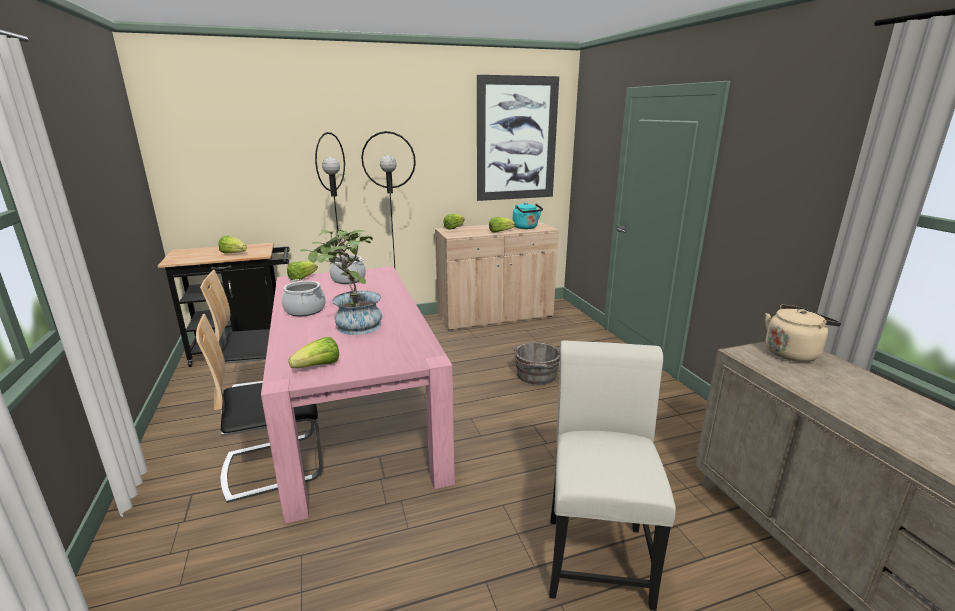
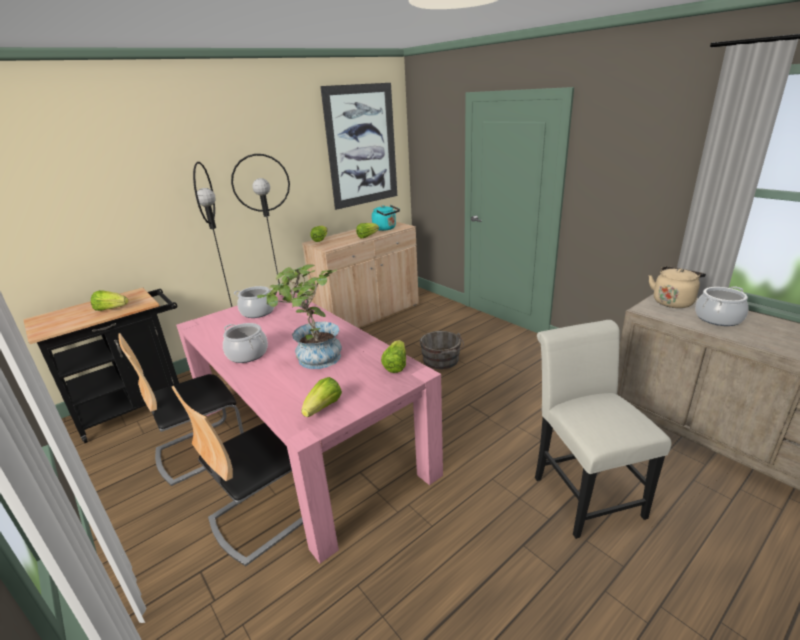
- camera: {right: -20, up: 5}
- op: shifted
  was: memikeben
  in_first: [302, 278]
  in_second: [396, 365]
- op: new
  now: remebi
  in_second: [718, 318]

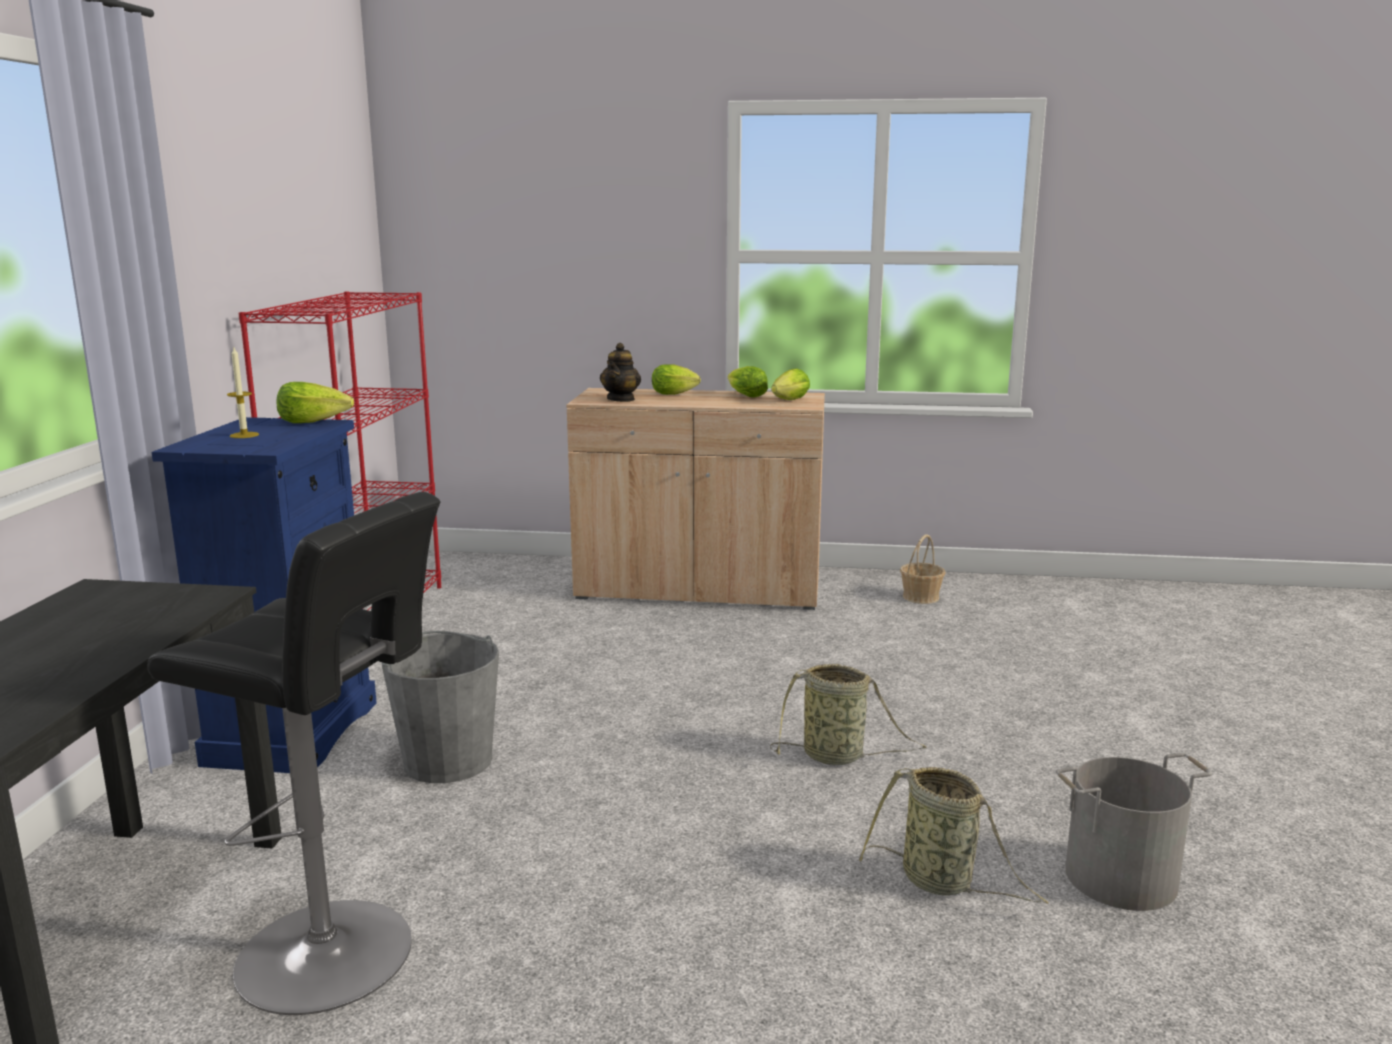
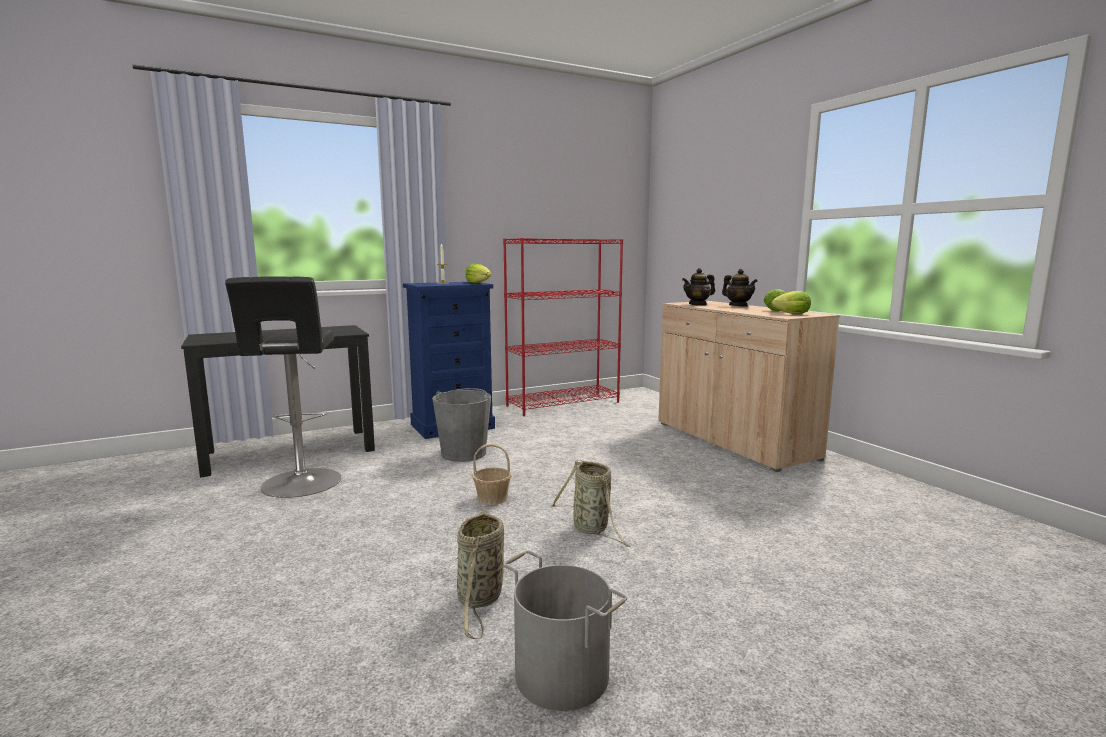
- camera: {right: 55, up: -5}
- op: swapped
  was: memikeben
  now: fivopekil
  in_first: [676, 394]
  in_second: [738, 306]
- op: shifted
  was: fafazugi
  in_first: [921, 597]
  in_second: [492, 498]

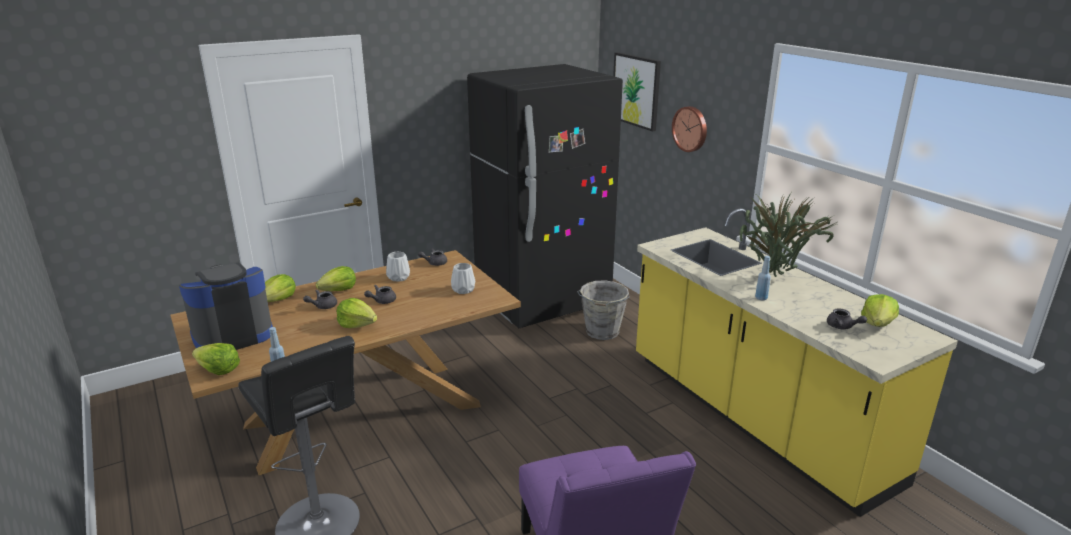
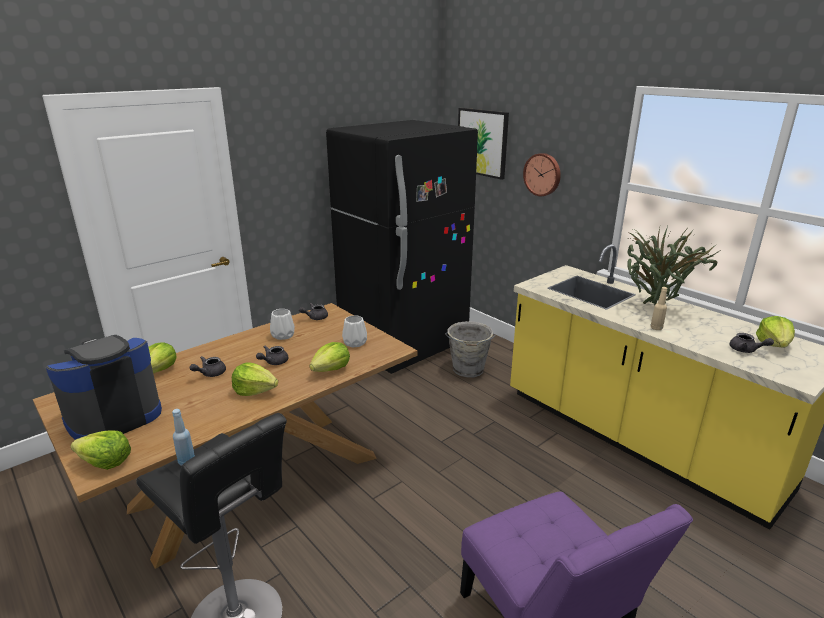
- camera: {right: -10, up: 0}
- op: shifted
  was: memikeben
  in_first: [339, 290]
  in_second: [331, 369]
- op: repainted
  was: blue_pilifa
  now: beige_pilifa
  in_first: [761, 298]
  in_second: [656, 328]

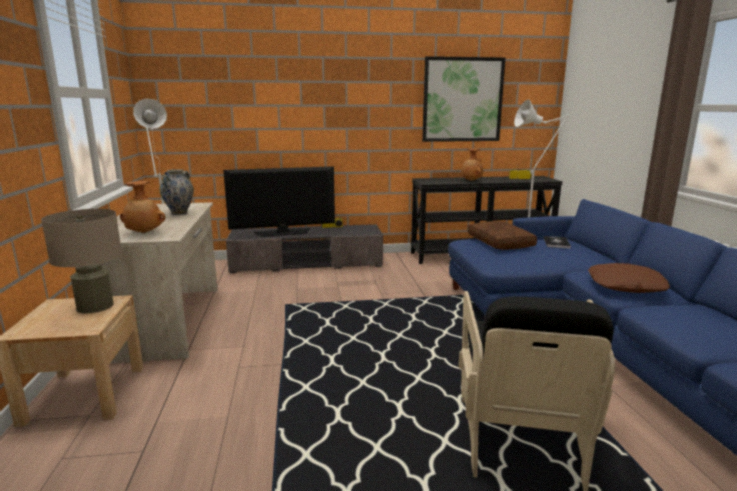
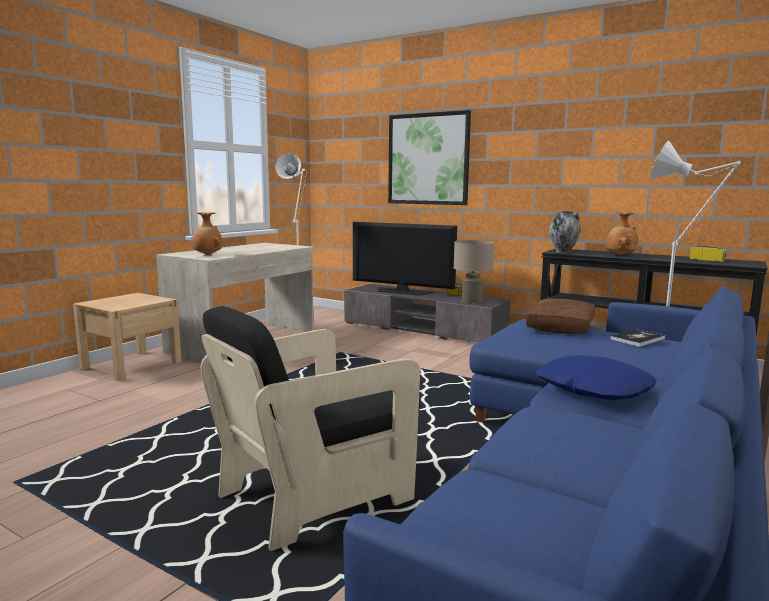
- camera: {right: 40, up: -5}
- op: shifted
  was: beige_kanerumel
  in_first: [95, 306]
  in_second: [472, 301]
- op: shifted
  was: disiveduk
  in_first: [179, 213]
  in_second: [563, 252]
- op: shifted
  was: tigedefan
  in_first: [462, 100]
  in_second: [428, 159]
- op: repainted
  was: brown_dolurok
  now: blue_dolurok
  in_first: [625, 286]
  in_second: [593, 389]

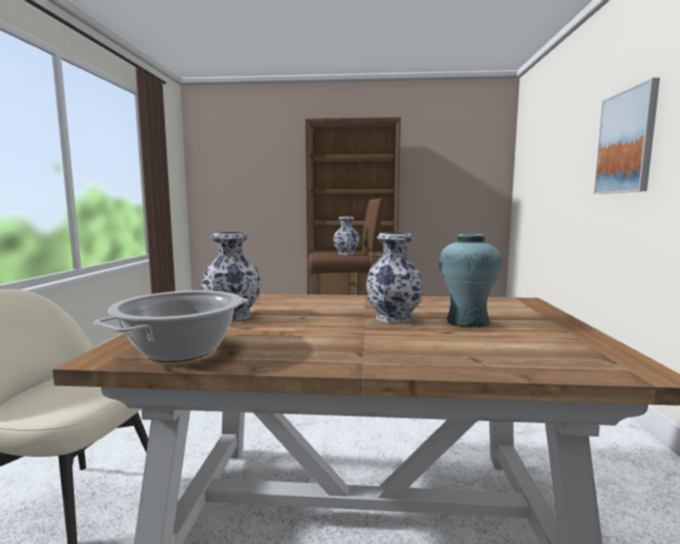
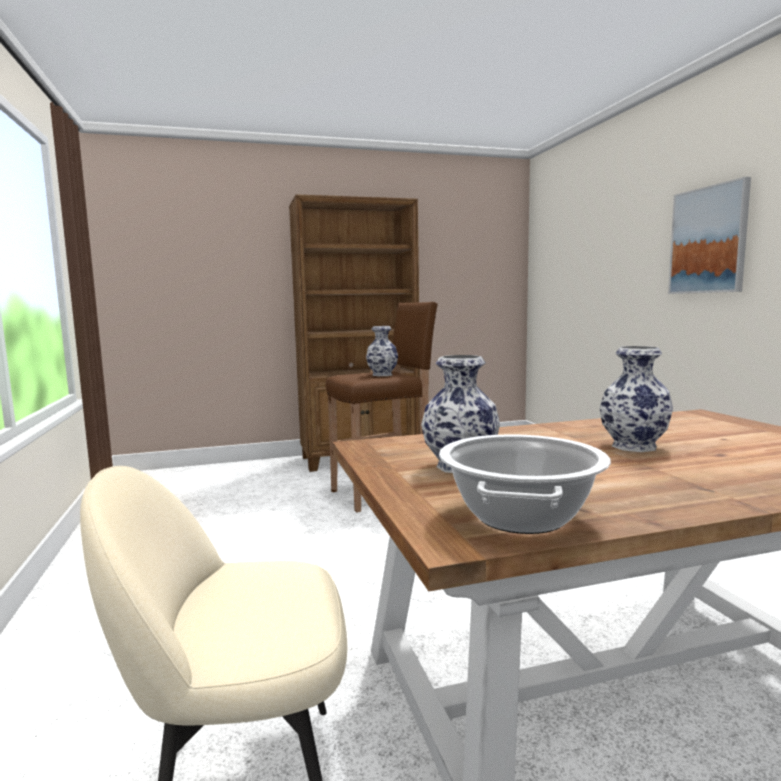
- camera: {right: -20, up: 0}
- op: gone
  was: turquoise_disiveduk
  in_first: [467, 322]

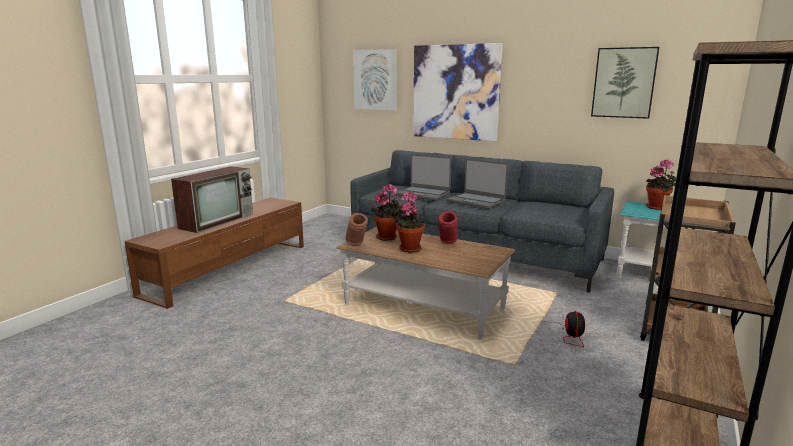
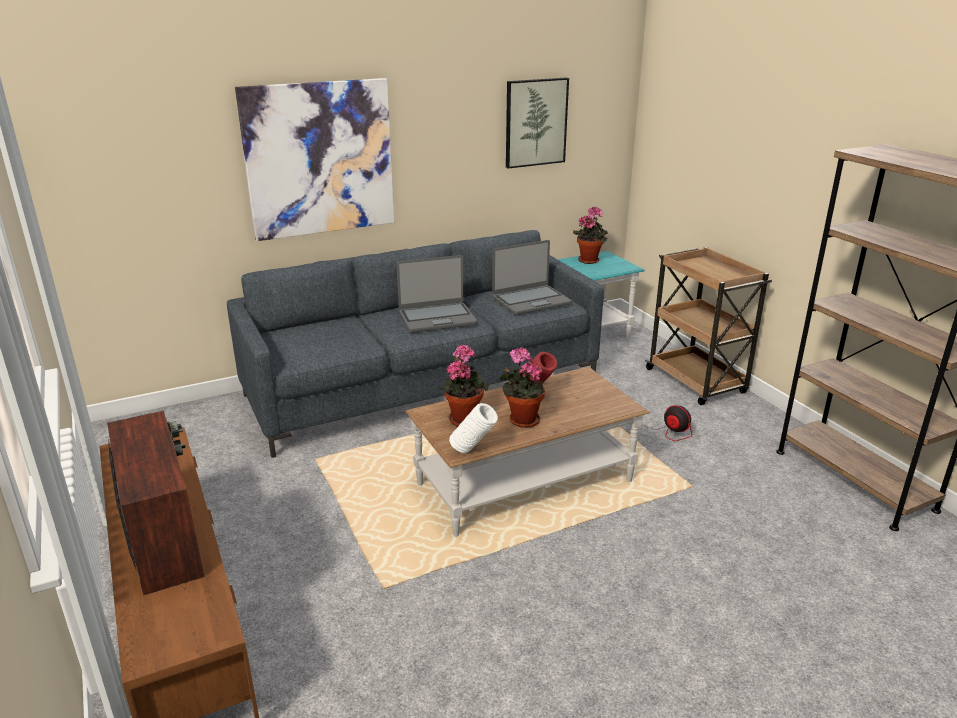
- camera: {right: -55, up: 10}
- op: repainted
  was: brown_disiveduk
  now: white_disiveduk
  in_first: [356, 246]
  in_second: [473, 451]
- op: gone
  was: tigedefan
  in_first: [375, 80]
- op: shifted
  was: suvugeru
  in_first: [423, 194]
  in_second: [531, 301]

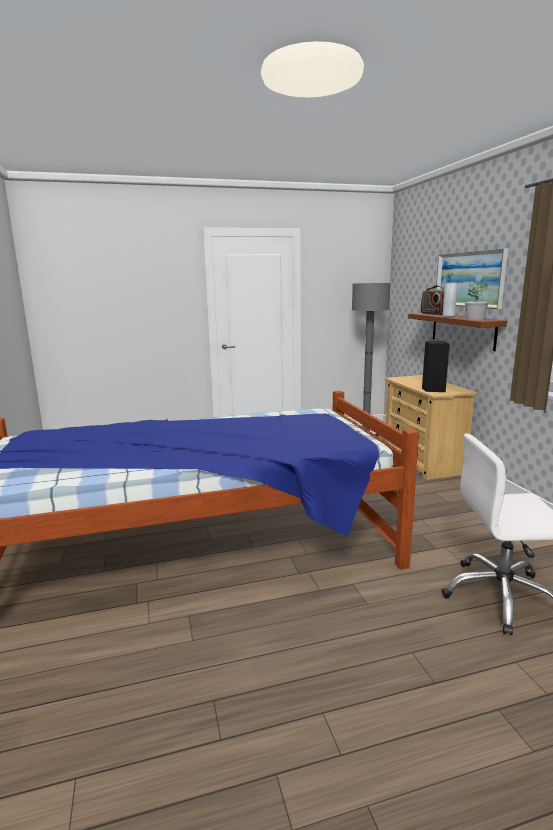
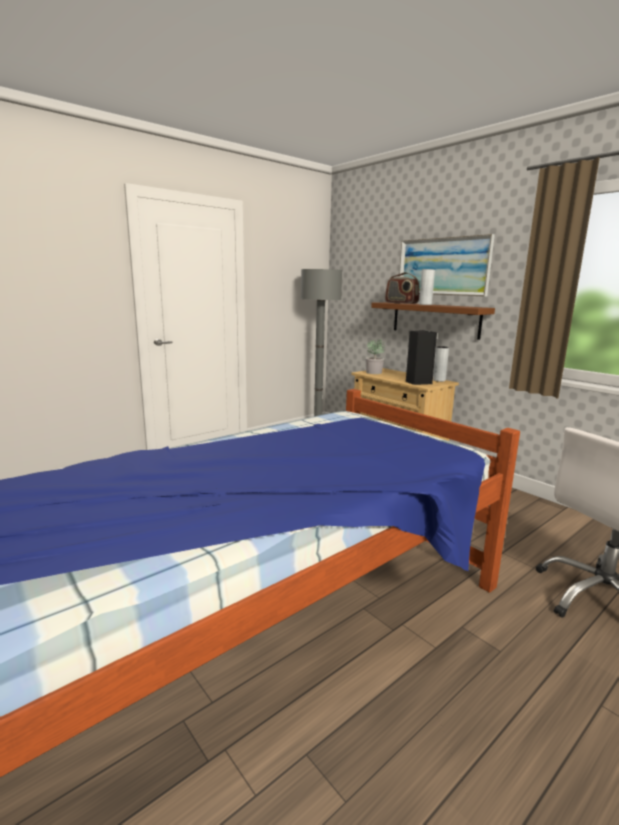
- camera: {right: -25, up: 0}
- op: shifted
  was: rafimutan
  in_first: [475, 319]
  in_second: [374, 372]
- op: new
  now: grey_disiveduk
  in_second: [439, 380]

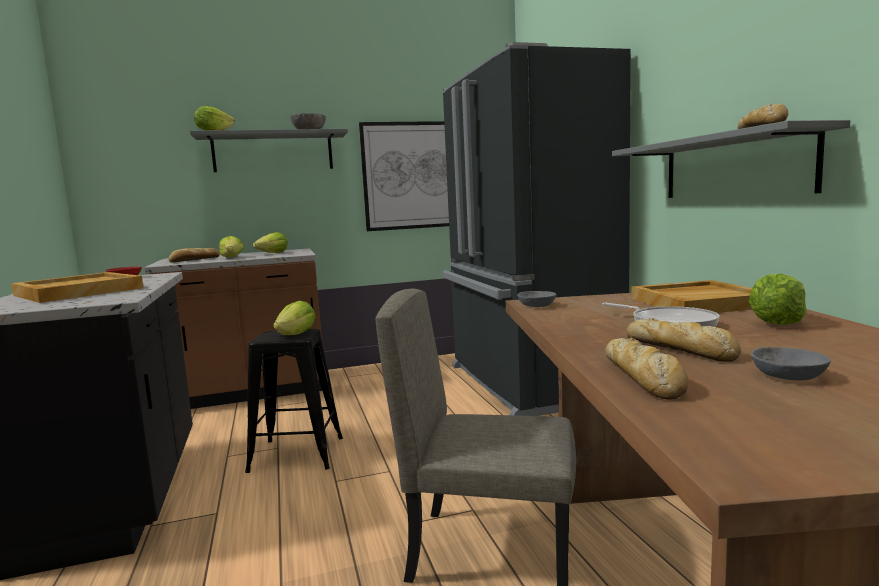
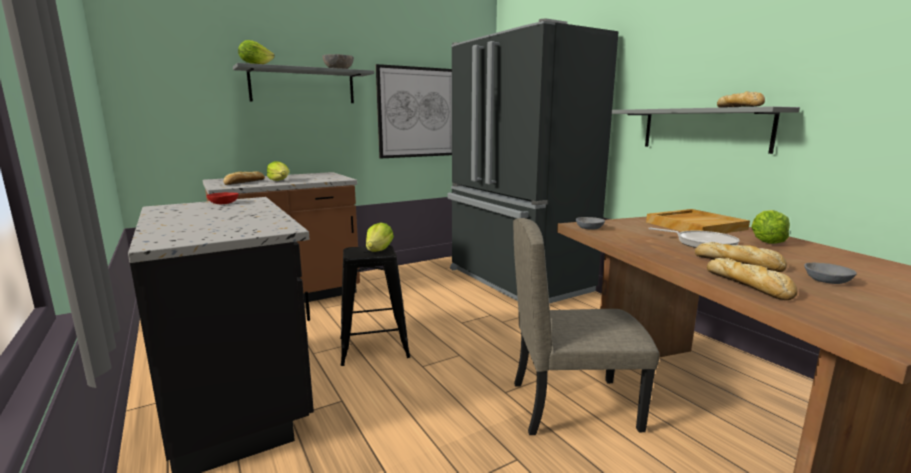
- camera: {right: -15, up: 5}
- op: gone
  was: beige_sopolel
  in_first: [78, 292]
- op: gone
  was: memikeben
  in_first: [273, 253]

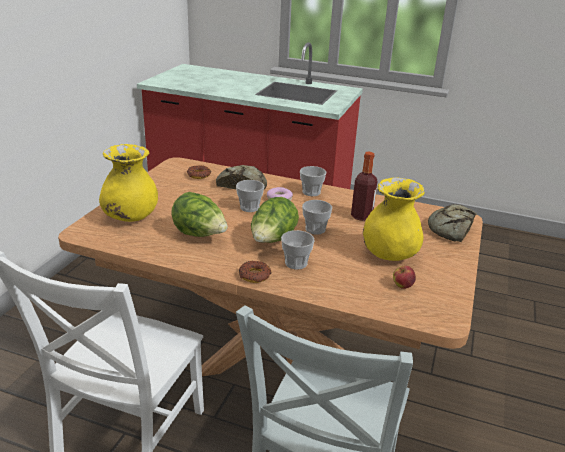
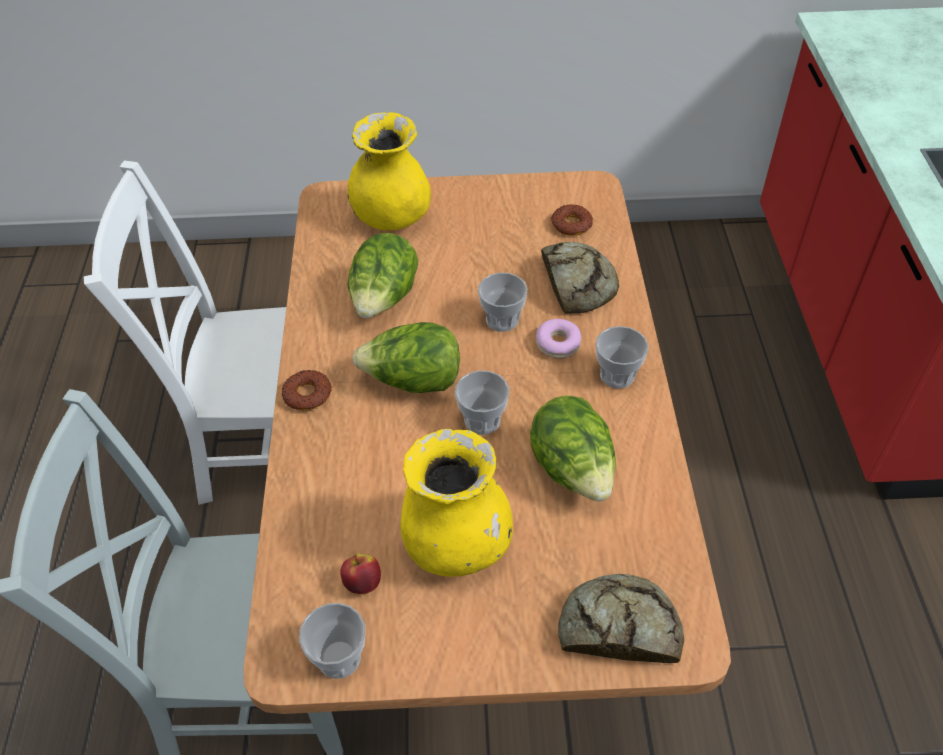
- camera: {right: 70, up: 20}
- op: shifted
  was: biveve
  in_first: [296, 263]
  in_second: [339, 658]
- op: swapped
  was: pilifa
  now: memikeben
  in_first: [361, 216]
  in_second: [573, 470]

